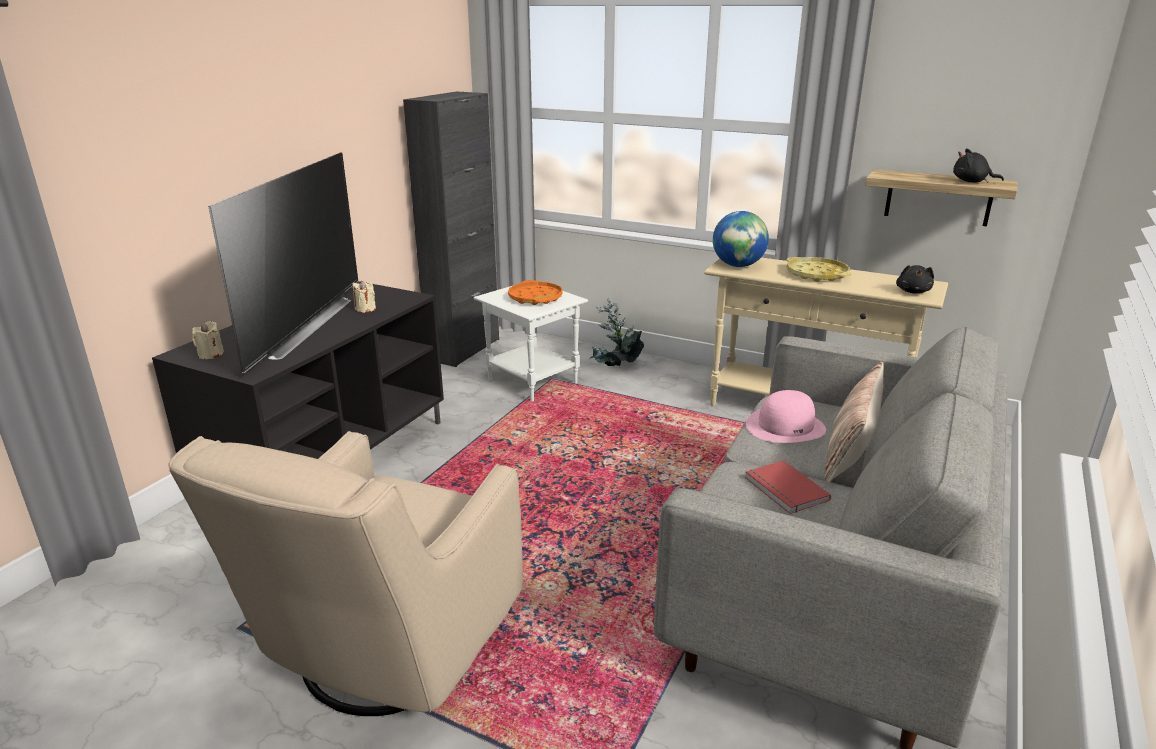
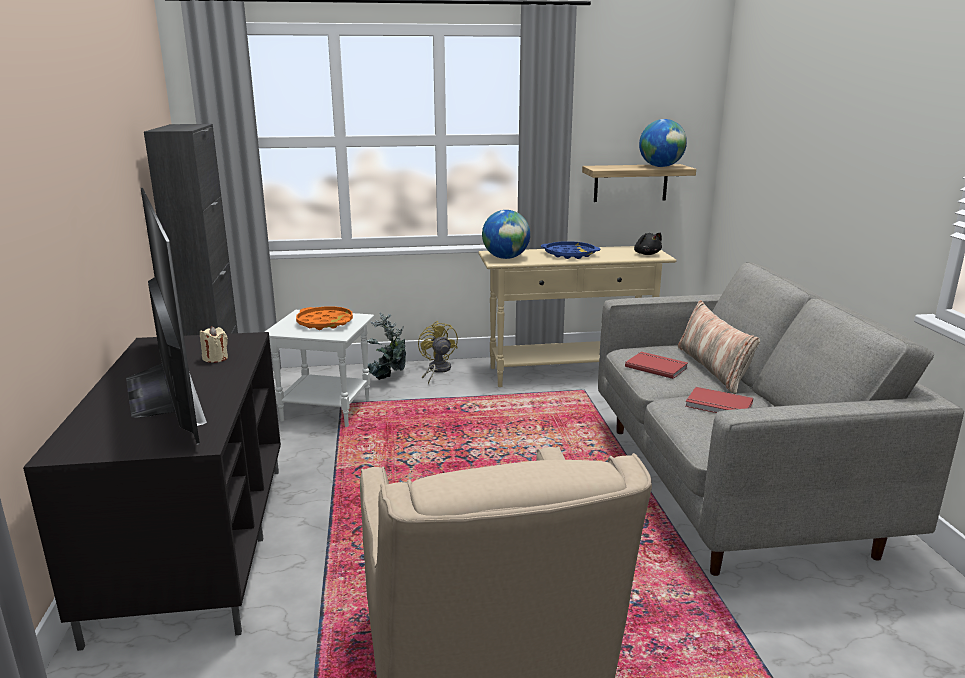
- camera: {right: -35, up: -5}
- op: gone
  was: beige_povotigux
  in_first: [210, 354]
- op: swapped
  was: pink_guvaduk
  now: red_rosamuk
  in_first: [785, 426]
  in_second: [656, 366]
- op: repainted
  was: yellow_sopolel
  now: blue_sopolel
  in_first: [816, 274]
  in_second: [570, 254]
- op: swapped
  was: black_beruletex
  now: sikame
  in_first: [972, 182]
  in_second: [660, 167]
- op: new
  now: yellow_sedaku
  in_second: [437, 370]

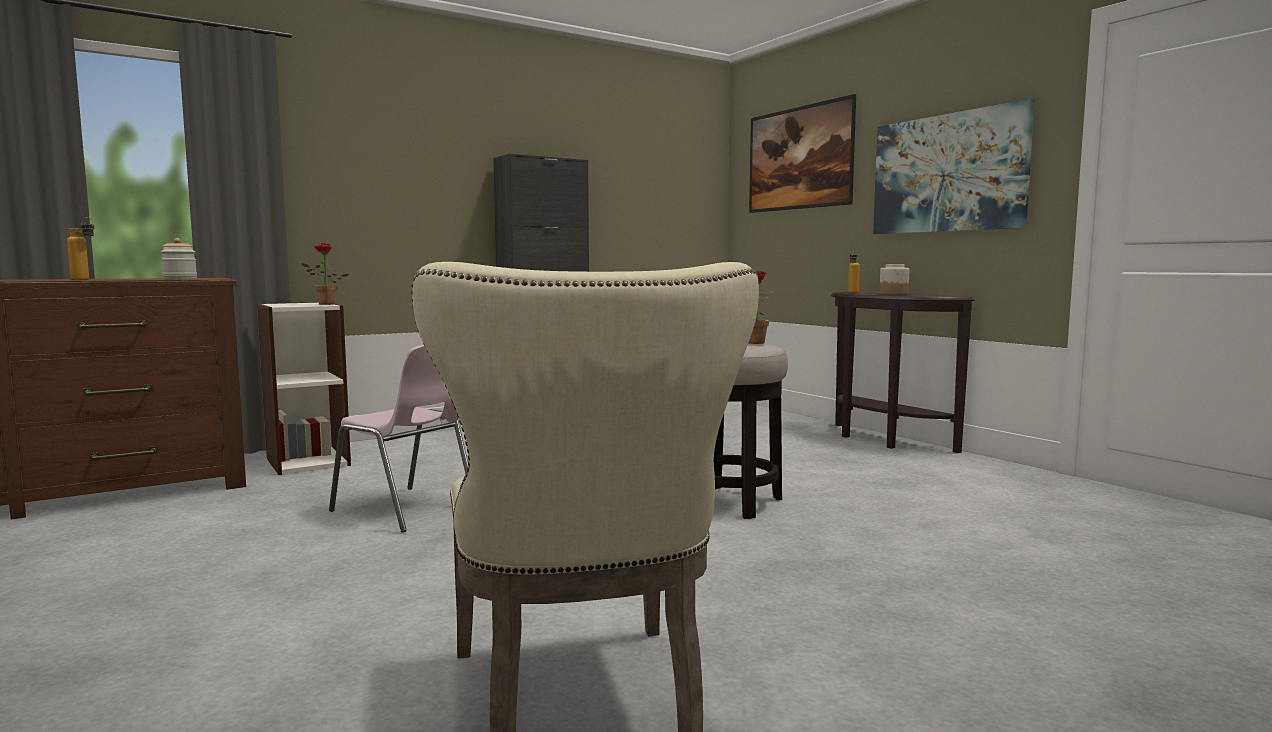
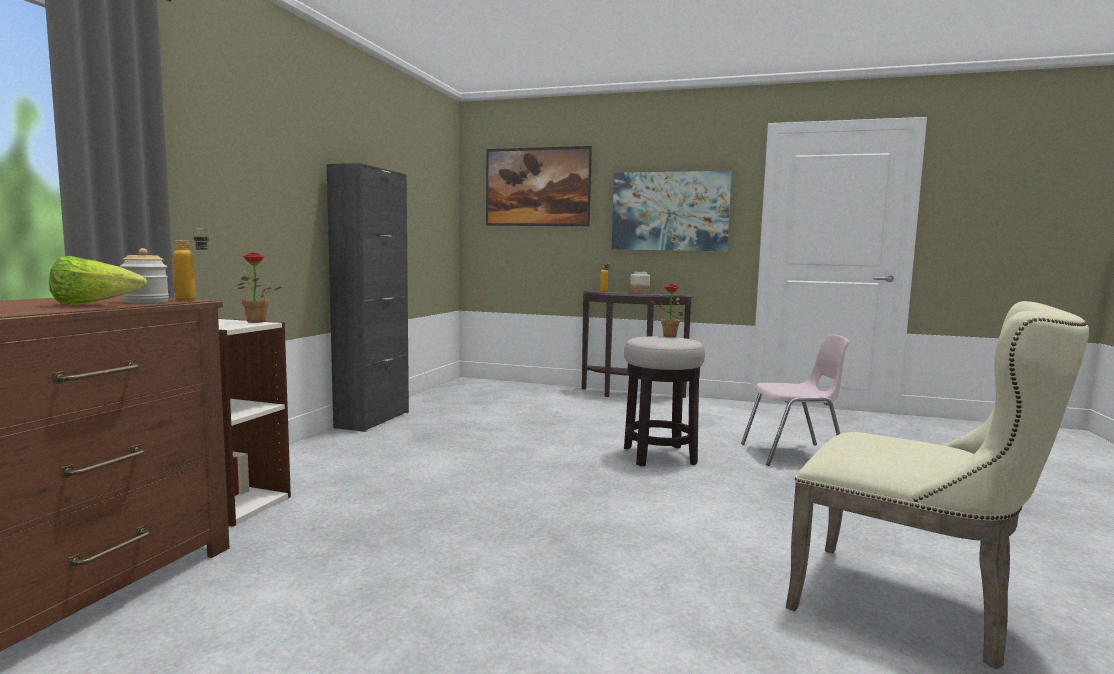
- camera: {right: -40, up: 0}
- op: shifted
  was: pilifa
  in_first: [85, 280]
  in_second: [194, 299]
- op: shifted
  was: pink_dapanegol
  in_first: [406, 510]
  in_second: [794, 454]
- op: new
  now: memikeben
  in_second: [93, 305]

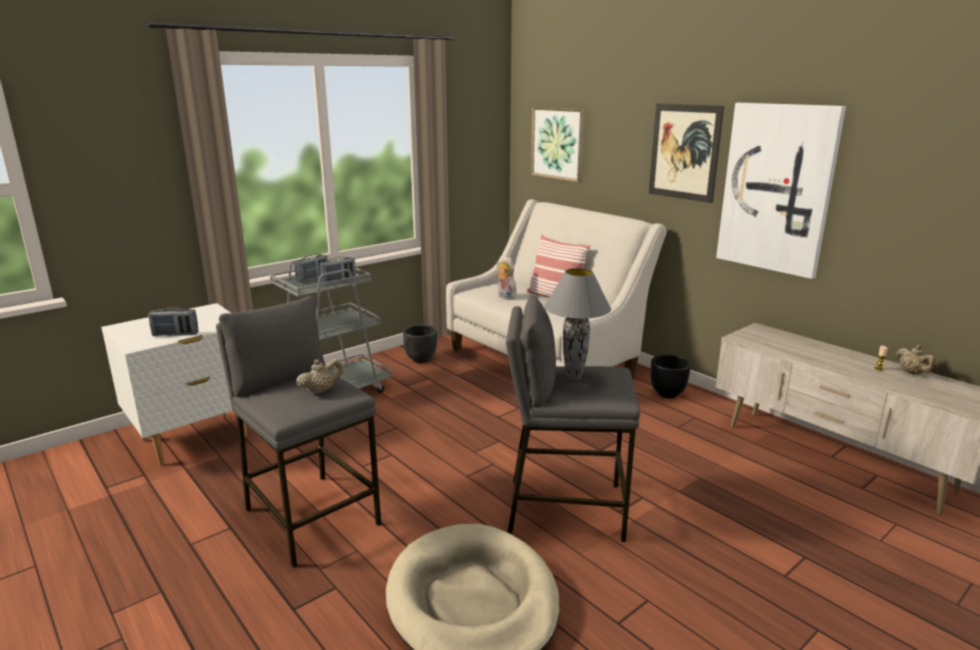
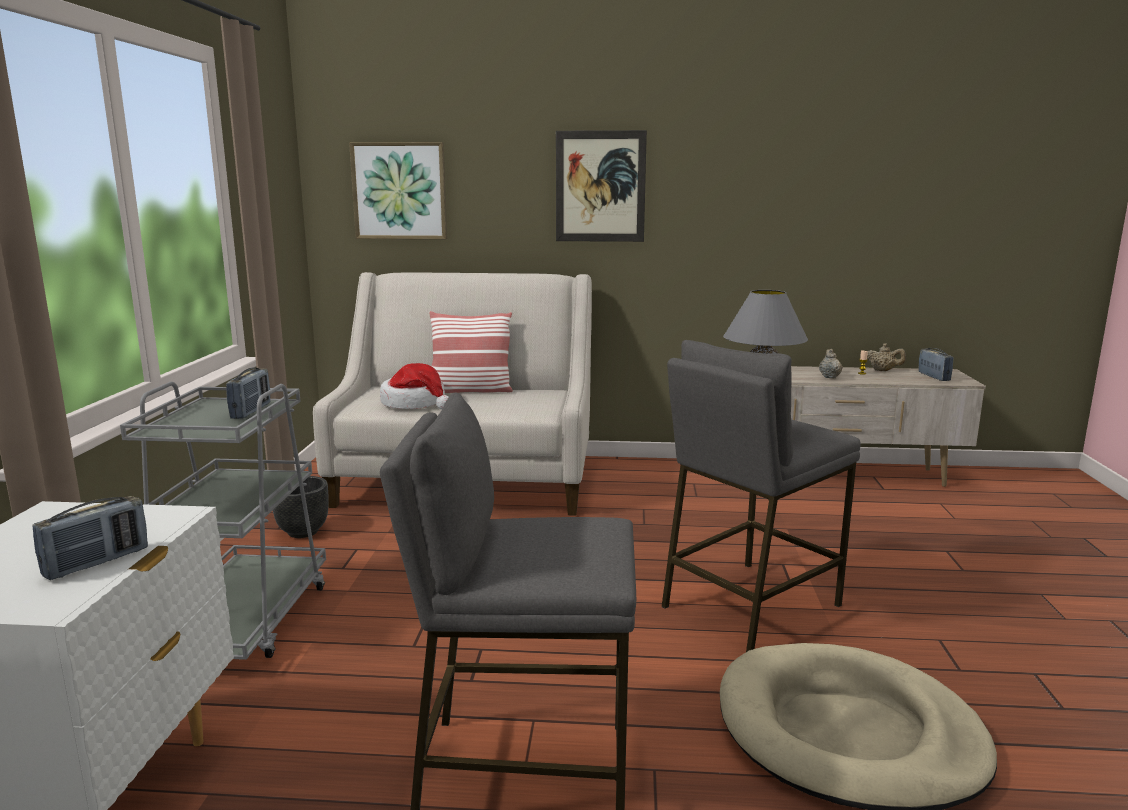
- camera: {right: -45, up: -5}
- op: shifted
  was: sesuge
  in_first: [312, 278]
  in_second: [934, 377]
- op: shifted
  was: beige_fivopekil
  in_first: [321, 391]
  in_second: [829, 377]
- op: swapped
  was: beruletex
  now: guvaduk
  in_first: [505, 297]
  in_second: [415, 403]
- op: gone
  was: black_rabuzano
  in_first: [667, 394]
- op: gone
  was: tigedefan
  in_first: [777, 188]

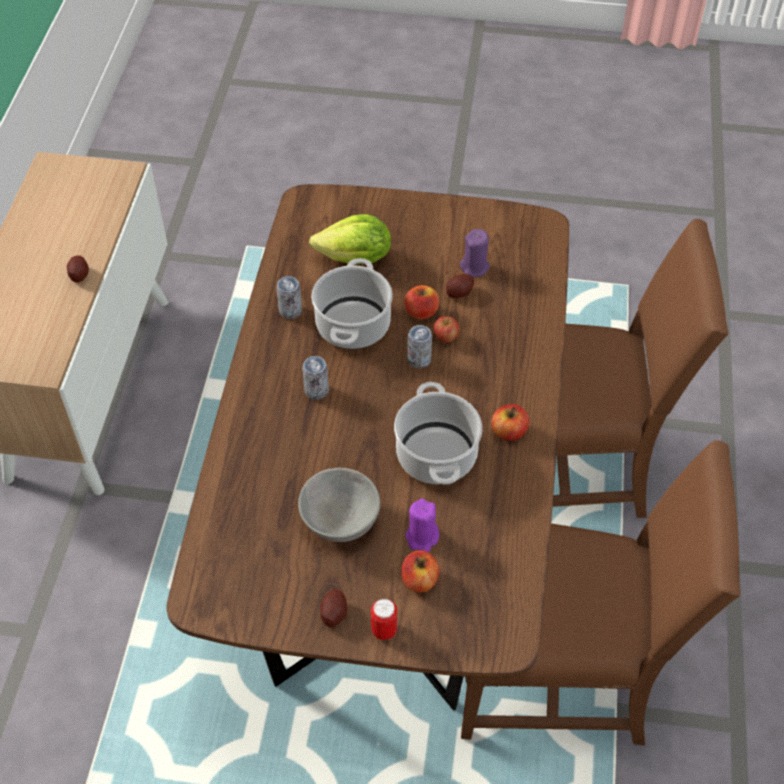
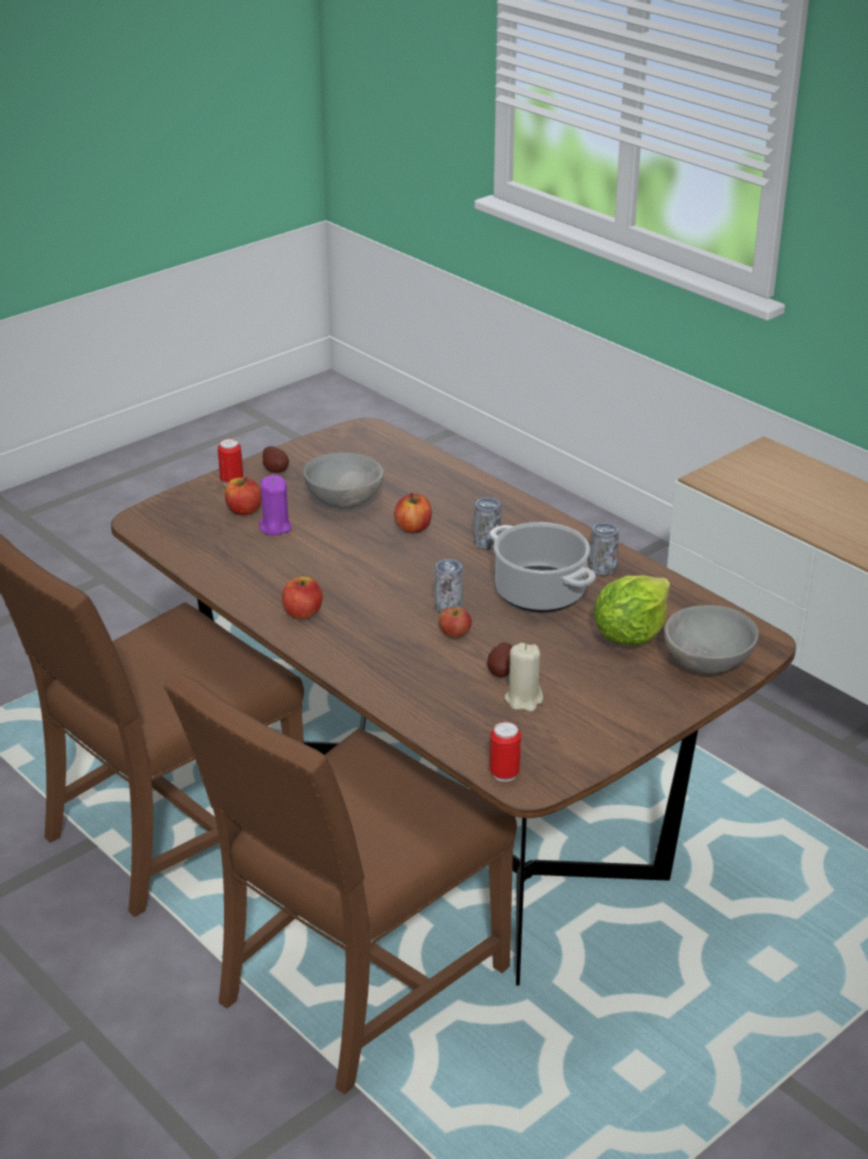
- camera: {right: 130, up: -20}
- op: gone
  was: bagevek
  in_first: [79, 275]
- op: gone
  was: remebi
  in_first: [435, 454]
- op: shifted
  was: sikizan
  in_first: [421, 312]
  in_second: [413, 528]
- op: repainted
  was: purple_povotigux
  now: beige_povotigux
  in_first: [475, 267]
  in_second: [524, 699]
- op: new
  now: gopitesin
  in_second: [504, 774]
- op: new
  now: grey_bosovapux
  in_second: [708, 665]

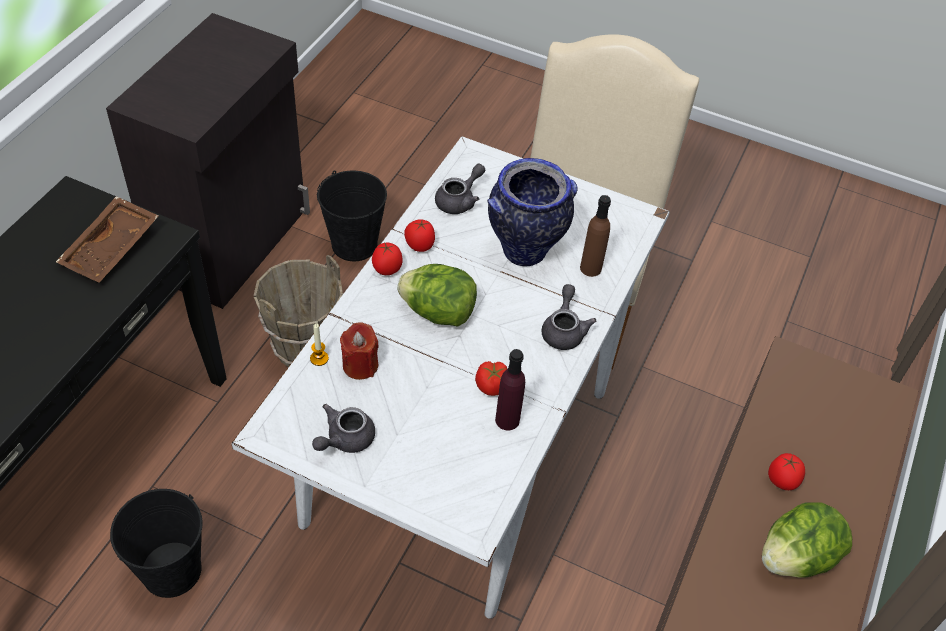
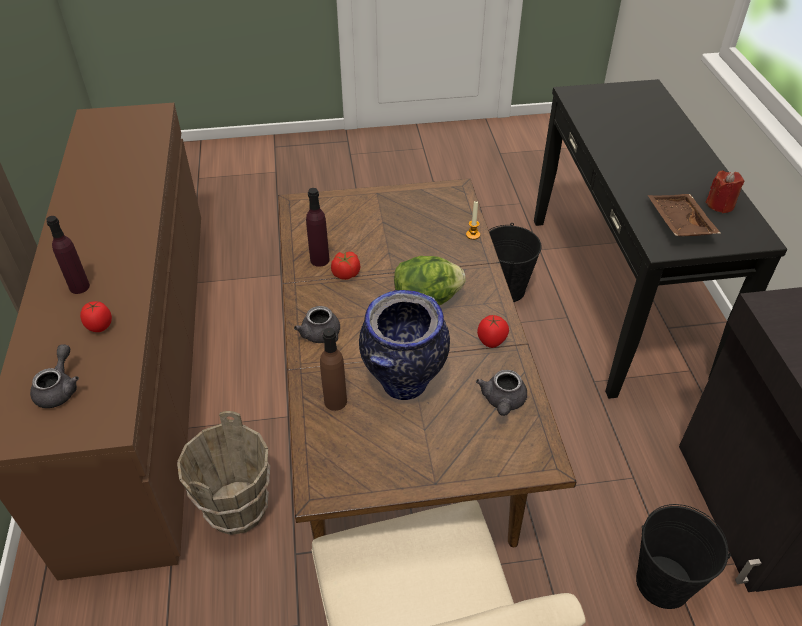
- camera: {right: 150, up: -5}
- op: repainted
  was: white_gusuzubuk
  now: brown_gusuzubuk
  in_first: [461, 452]
  in_second: [401, 446]
- op: shifted
  was: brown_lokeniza
  in_first: [304, 347]
  in_second: [238, 509]
- op: shifted
  was: grey_fivopekil
  in_first: [344, 439]
  in_second: [59, 389]
- op: shifted
  was: red_povotigux
  in_first: [360, 365]
  in_second: [720, 205]
- op: gone
  was: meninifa
  in_first: [386, 270]
- op: swapped
  was: memikeben
  now: purple_pilifa
  in_first: [796, 557]
  in_second: [79, 287]

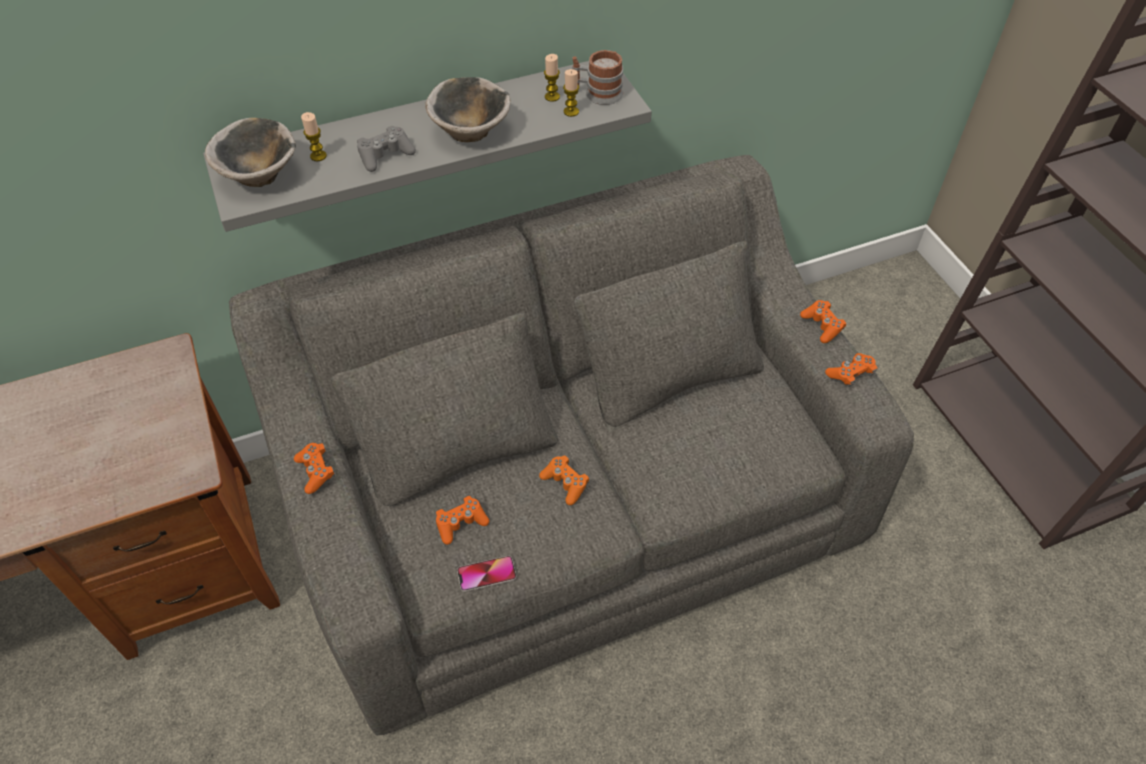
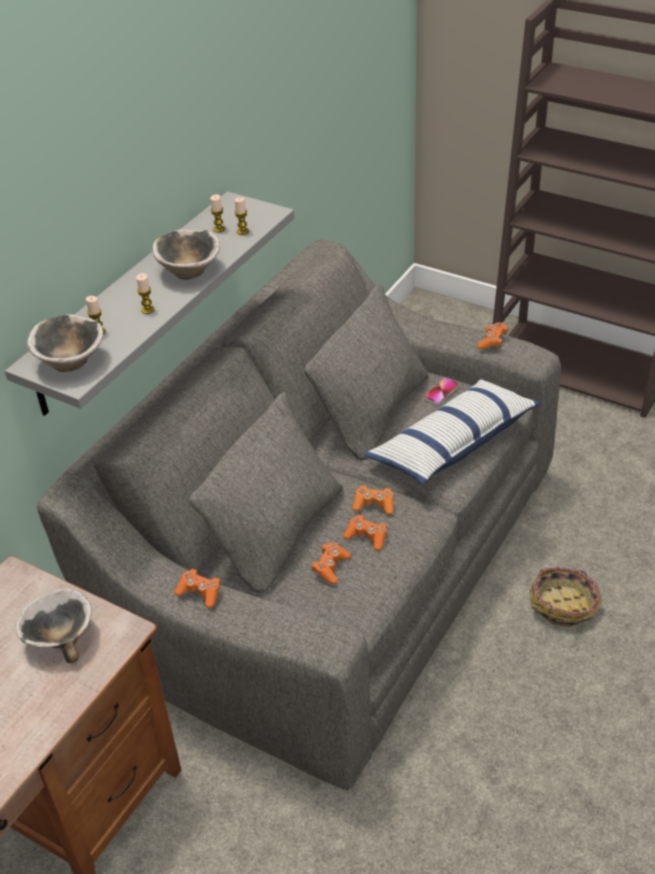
- camera: {right: -35, up: -10}
- op: swapped
  was: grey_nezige
  now: povotigux
  in_first: [385, 155]
  in_second: [147, 310]
- op: shifted
  was: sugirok
  in_first: [486, 574]
  in_second: [441, 392]
- op: gone
  was: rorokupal
  in_first: [597, 93]
- op: shifted
  was: orange_nezige
  in_first: [822, 325]
  in_second: [367, 537]
- op: new
  now: bosovapux
  in_second: [60, 638]
- op: new
  now: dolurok
  in_second: [453, 444]
- op: new
  now: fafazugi
  in_second: [564, 604]

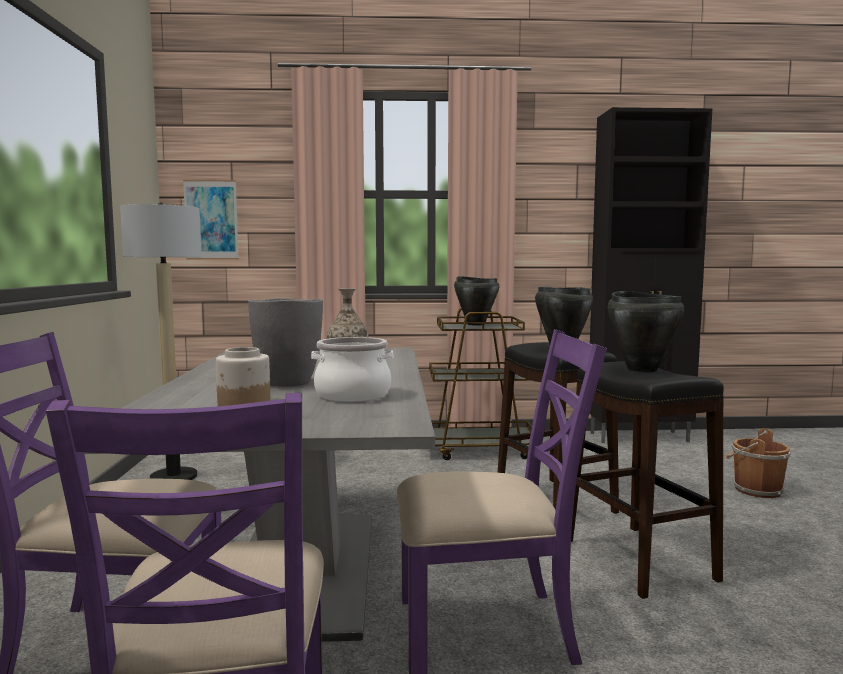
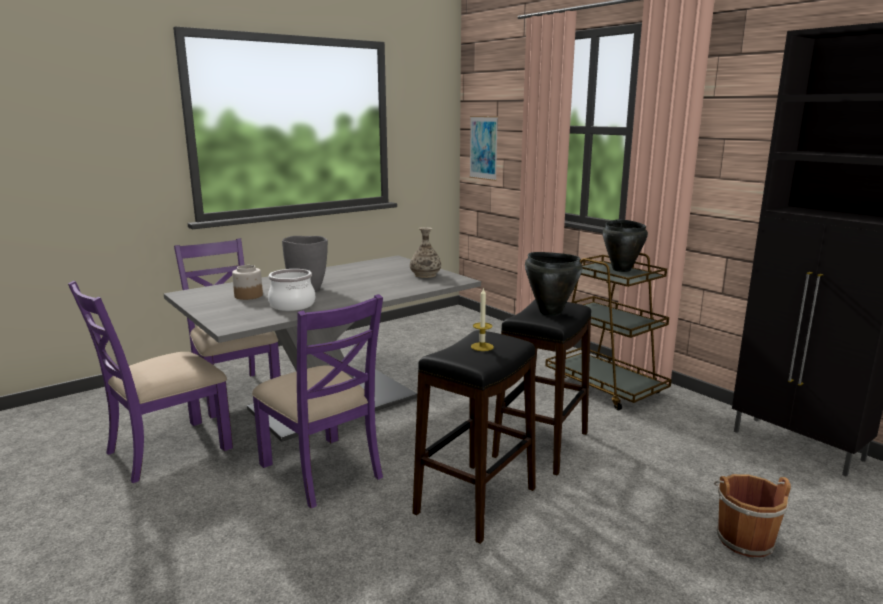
- camera: {right: 55, up: 10}
- op: gone
  was: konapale
  in_first: [173, 477]
- op: swapped
  was: black_remebi
  now: povotigux
  in_first: [642, 369]
  in_second: [482, 347]

